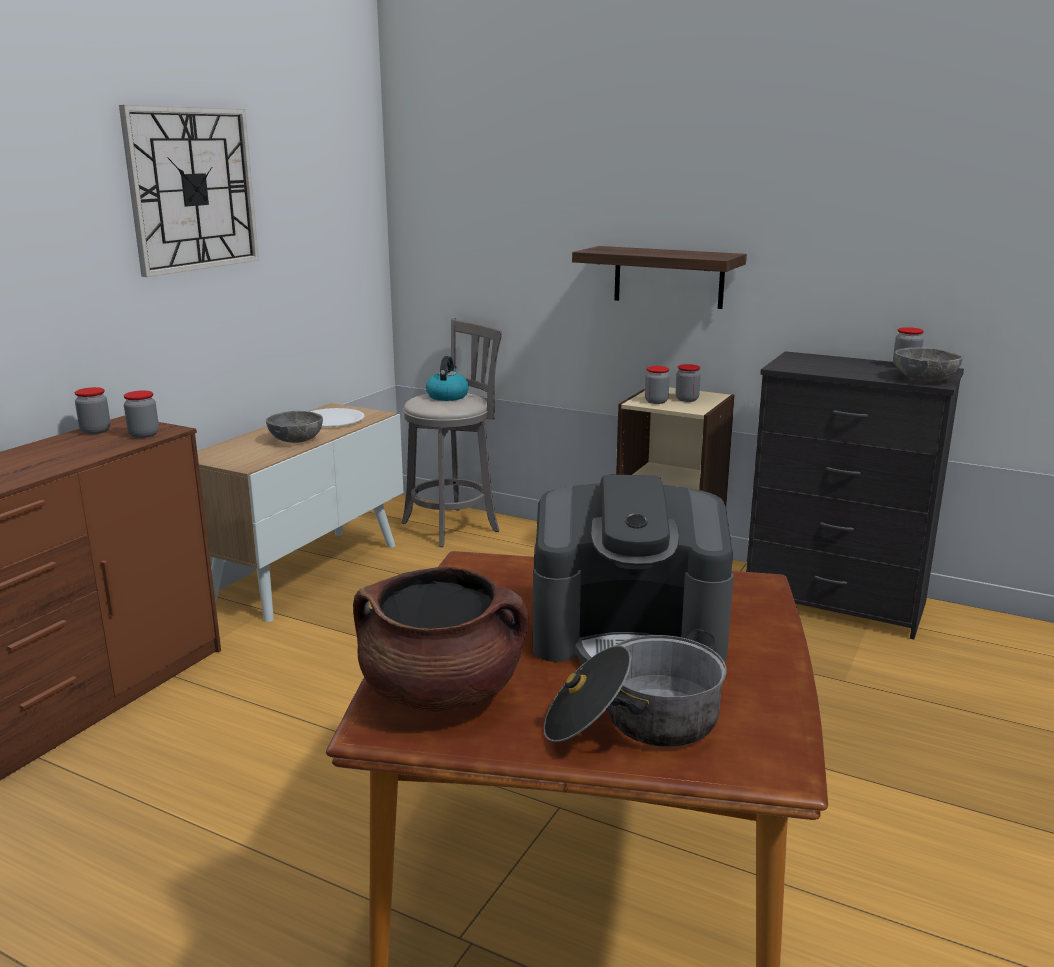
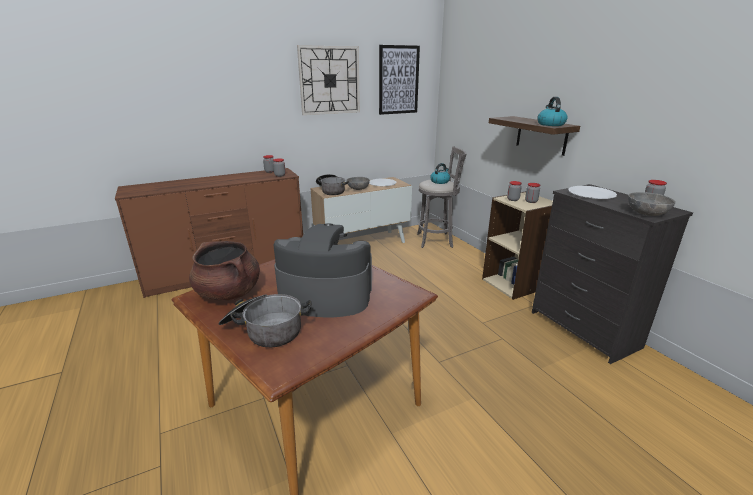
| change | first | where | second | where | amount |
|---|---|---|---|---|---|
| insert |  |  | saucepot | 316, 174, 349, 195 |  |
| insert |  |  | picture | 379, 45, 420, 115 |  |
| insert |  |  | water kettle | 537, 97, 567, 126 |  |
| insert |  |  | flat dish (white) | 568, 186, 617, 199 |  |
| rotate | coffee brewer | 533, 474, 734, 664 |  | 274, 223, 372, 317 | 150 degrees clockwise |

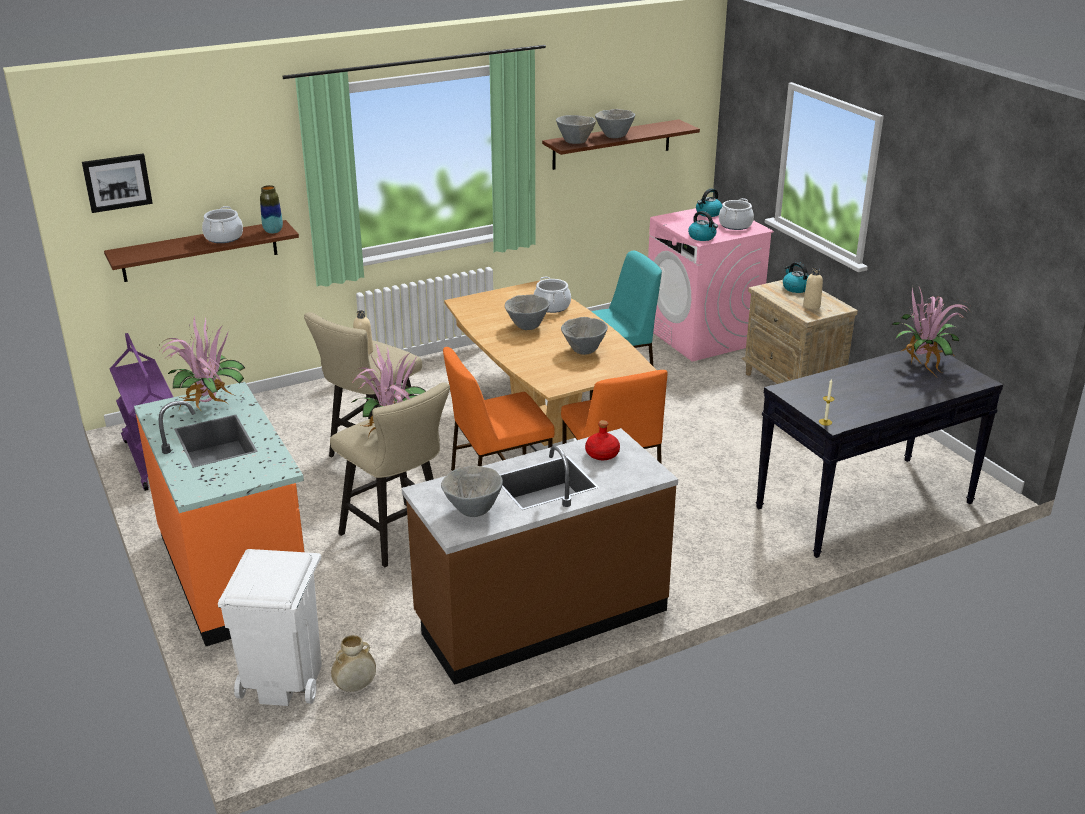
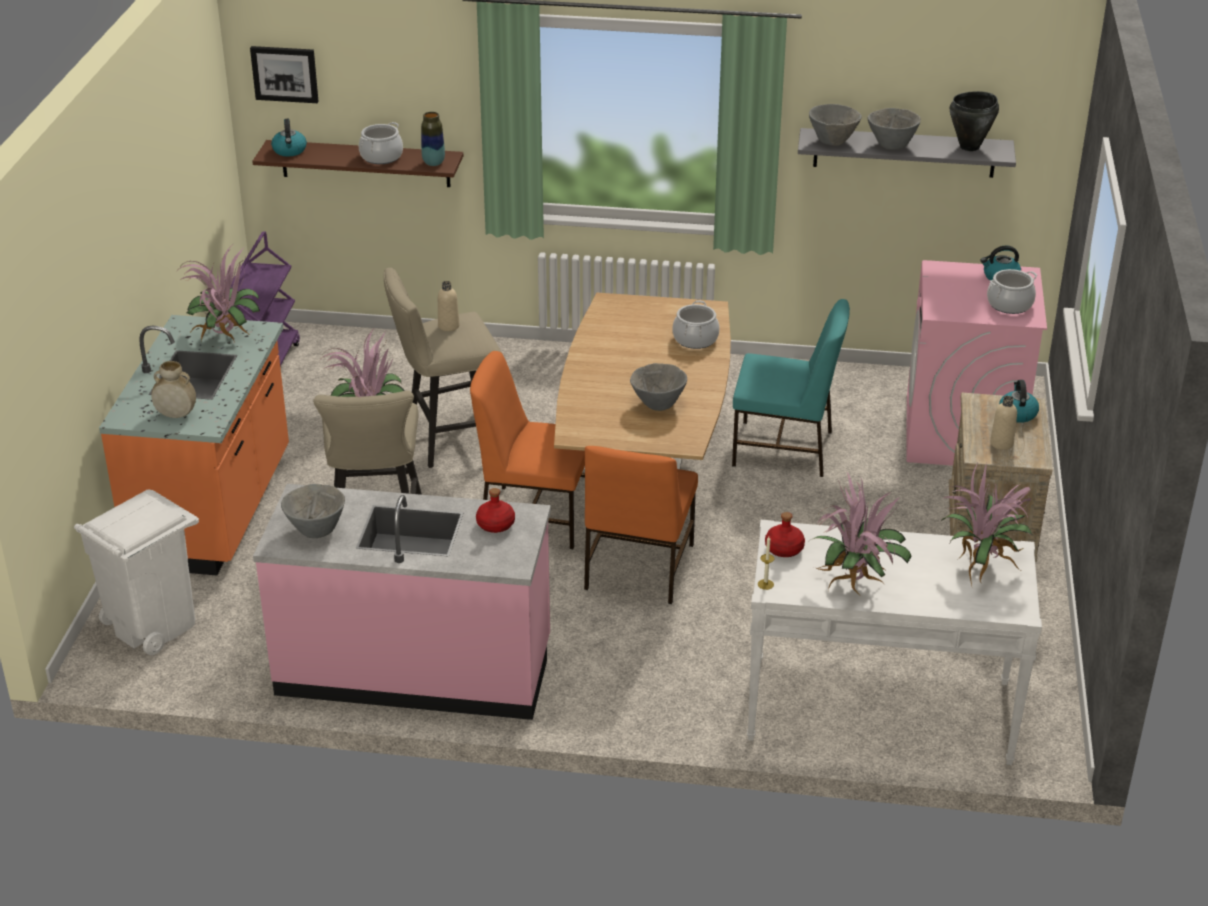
| change | first | where | second | where | amount |
|---|---|---|---|---|---|
| delete | serving bowl (greyish) | 505, 294, 550, 330 |  |  |  |
| insert |  |  | drink bottle (red-coloured) | 765, 512, 805, 557 |  |
| insert |  |  | potted plant | 809, 471, 912, 594 |  |
| insert |  |  | saucepot (black) | 950, 91, 999, 151 |  |
| move | vase (sand-coloured) | 331, 635, 376, 692 |  | 151, 361, 196, 418 |  |
| move | water kettle | 688, 211, 718, 241 |  | 271, 119, 307, 156 |  |
| recolor | kitchen base unit (brownish) | 402, 428, 678, 685 | kitchen base unit (pink-coloured) | 253, 484, 551, 720 |  |
| recolor | wall shelf (brownish) | 542, 119, 700, 170 | wall shelf (greyish) | 798, 128, 1016, 178 |  |
| recolor | hall table (black) | 756, 348, 1003, 558 | hall table (white) | 747, 520, 1042, 765 |  |

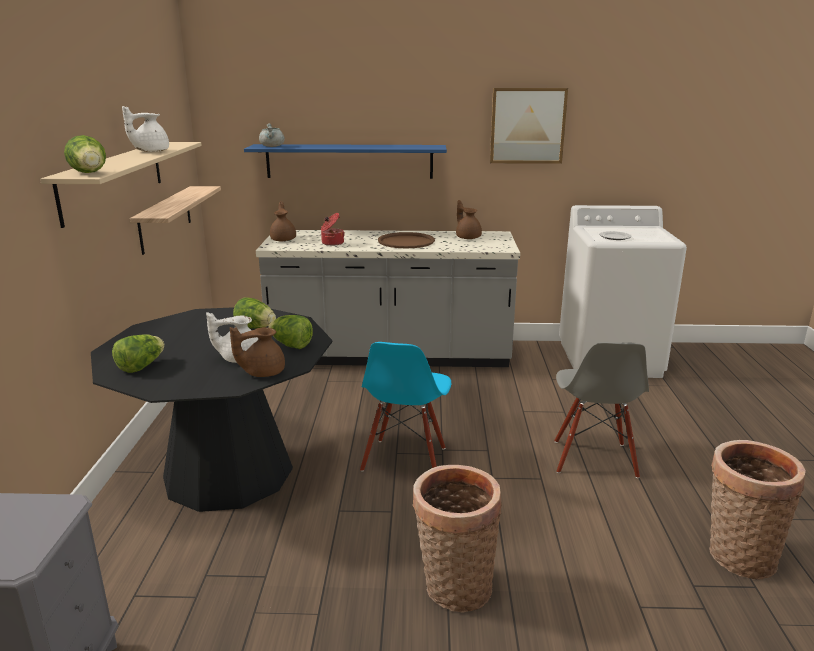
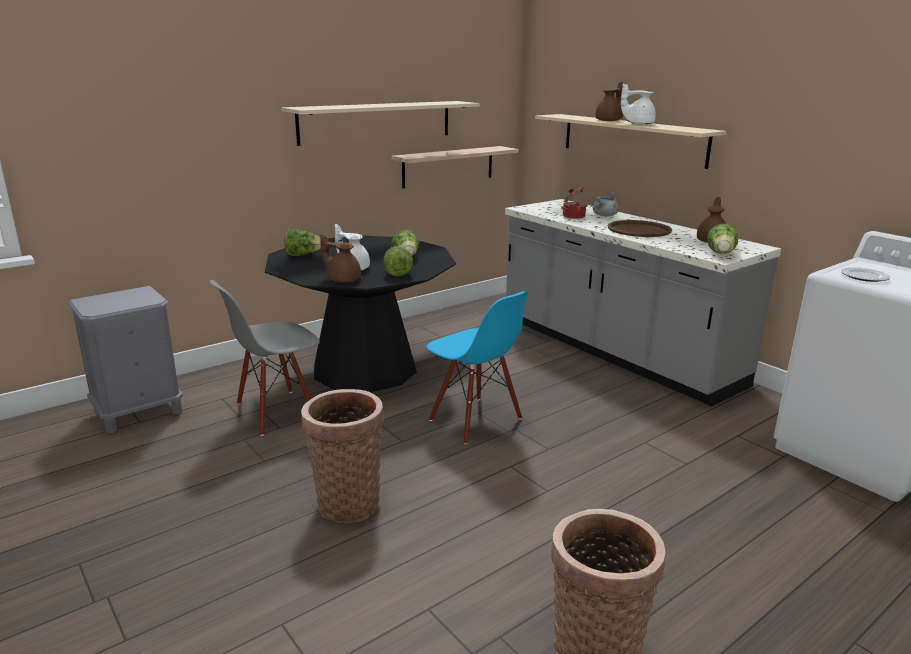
| change | first | where | second | where | amount |
|---|---|---|---|---|---|
| delete | picture | 490, 88, 568, 164 |  |  |  |
| move | lettuce head | 64, 135, 106, 173 |  | 707, 224, 739, 254 |  |
| move | pot for tea (white) | 122, 106, 169, 152 |  | 621, 83, 656, 125 |  |
| move | saucepot (greyish) | 259, 123, 285, 147 |  | 593, 192, 619, 217 |  |
| move | pot for tea (brownish) | 270, 201, 296, 241 |  | 595, 82, 623, 121 |  |
| move | plain chair (greyish) | 554, 342, 649, 478 |  | 209, 280, 320, 436 |  |
| recolor | wall shelf (blue-coloured) | 244, 144, 447, 179 | wall shelf (sand-coloured) | 535, 114, 727, 169 |  |
| rotate | plain chair (blue-coloured) | 360, 342, 451, 472 |  | 426, 291, 528, 444 | 105 degrees counterclockwise |

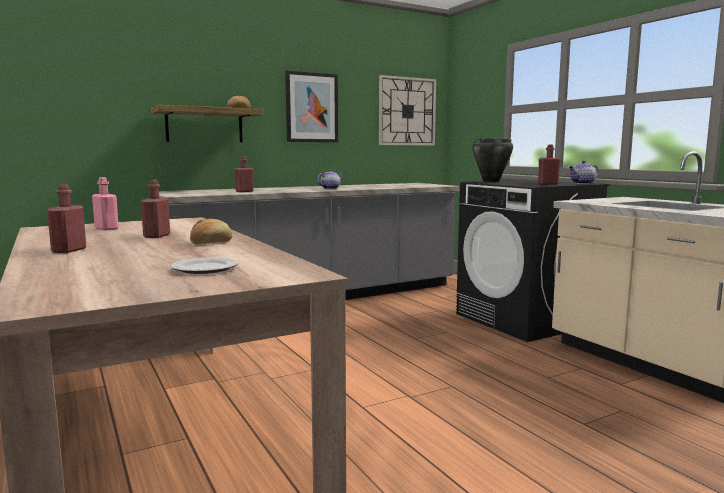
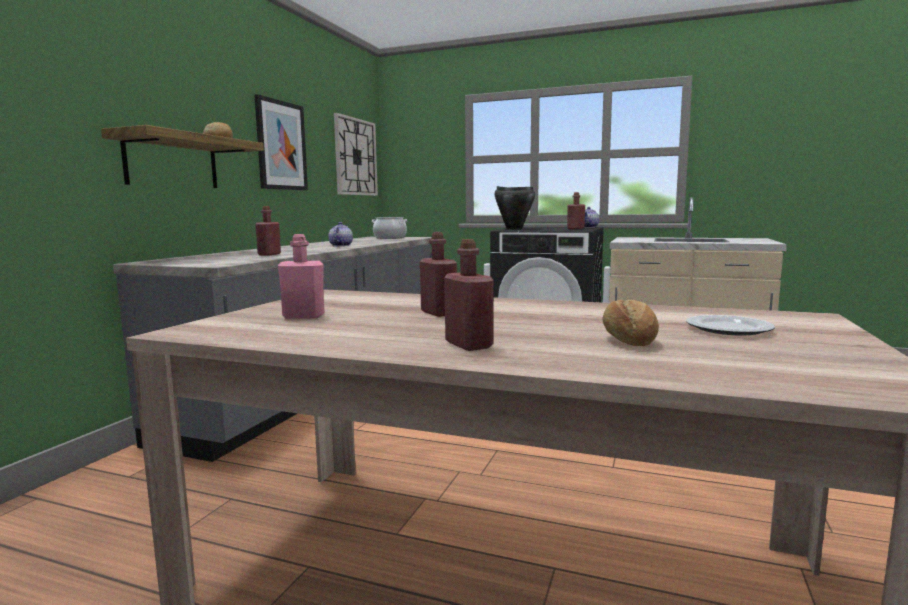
| change | first | where | second | where | amount |
|---|---|---|---|---|---|
| insert |  |  | saucepot | 372, 217, 408, 239 |  |
| move | baked bread | 190, 219, 232, 244 |  | 602, 300, 659, 346 |  |

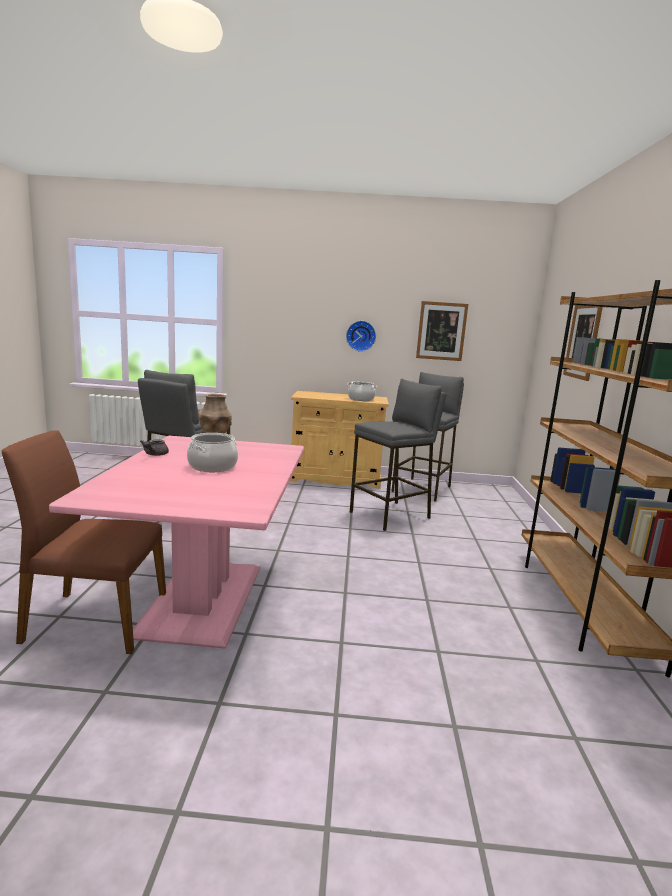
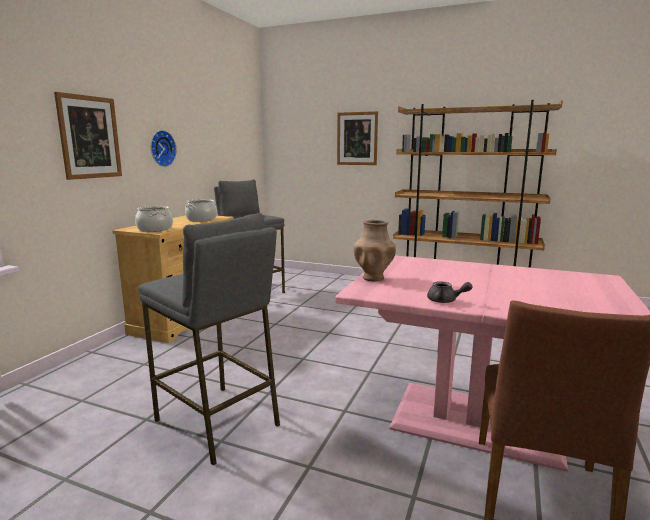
| change | first | where | second | where | amount |
|---|---|---|---|---|---|
| delete | stool (greyish) | 350, 379, 446, 531 |  |  |  |
| move | saucepot | 187, 433, 238, 472 |  | 135, 206, 173, 232 |  |
| move | picture | 416, 301, 468, 361 |  | 54, 92, 122, 180 |  |

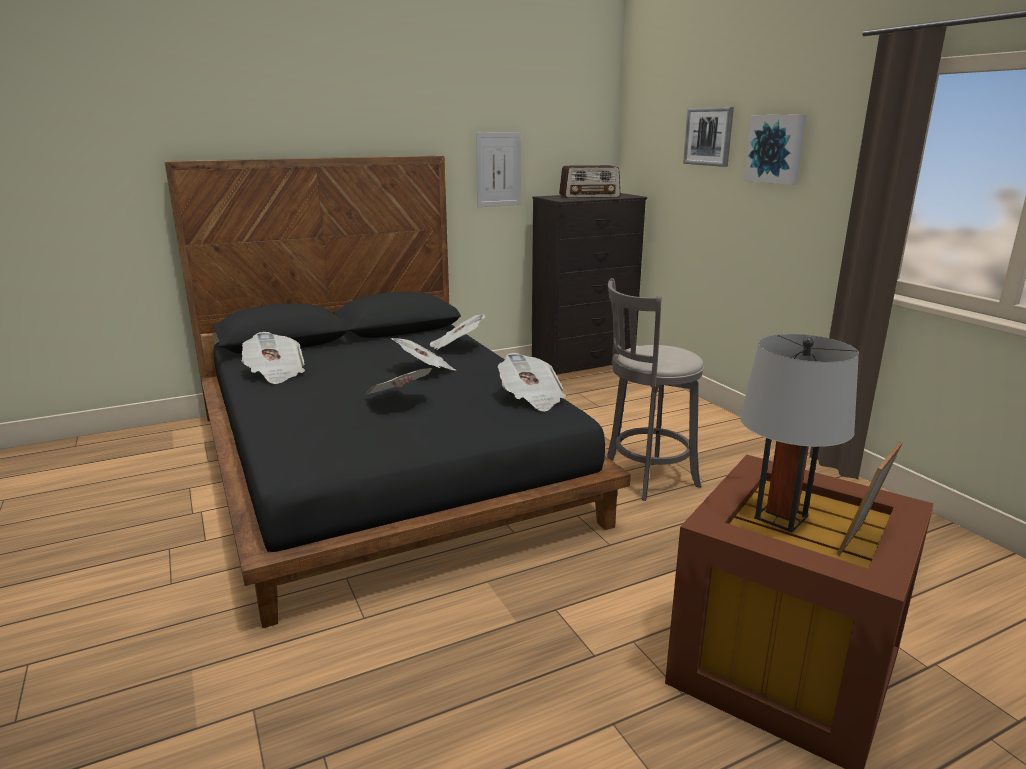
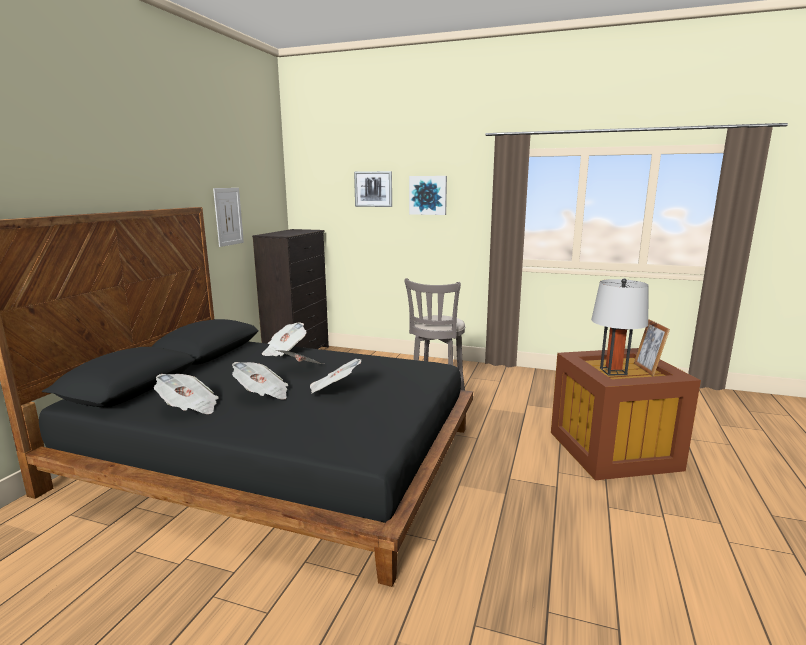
| change | first | where | second | where | amount |
|---|---|---|---|---|---|
| delete | radio | 559, 165, 620, 198 |  |  |  |
| move | newspaper | 498, 353, 566, 412 |  | 232, 362, 288, 400 |  |

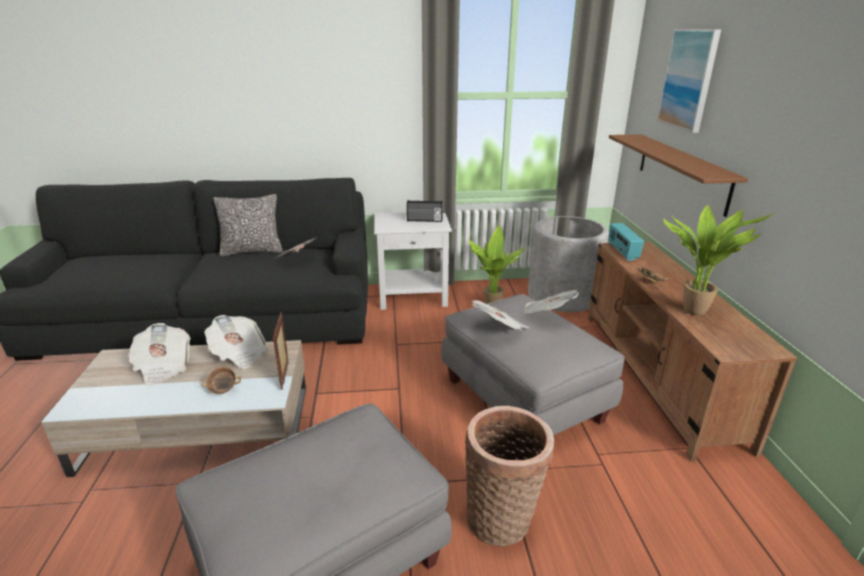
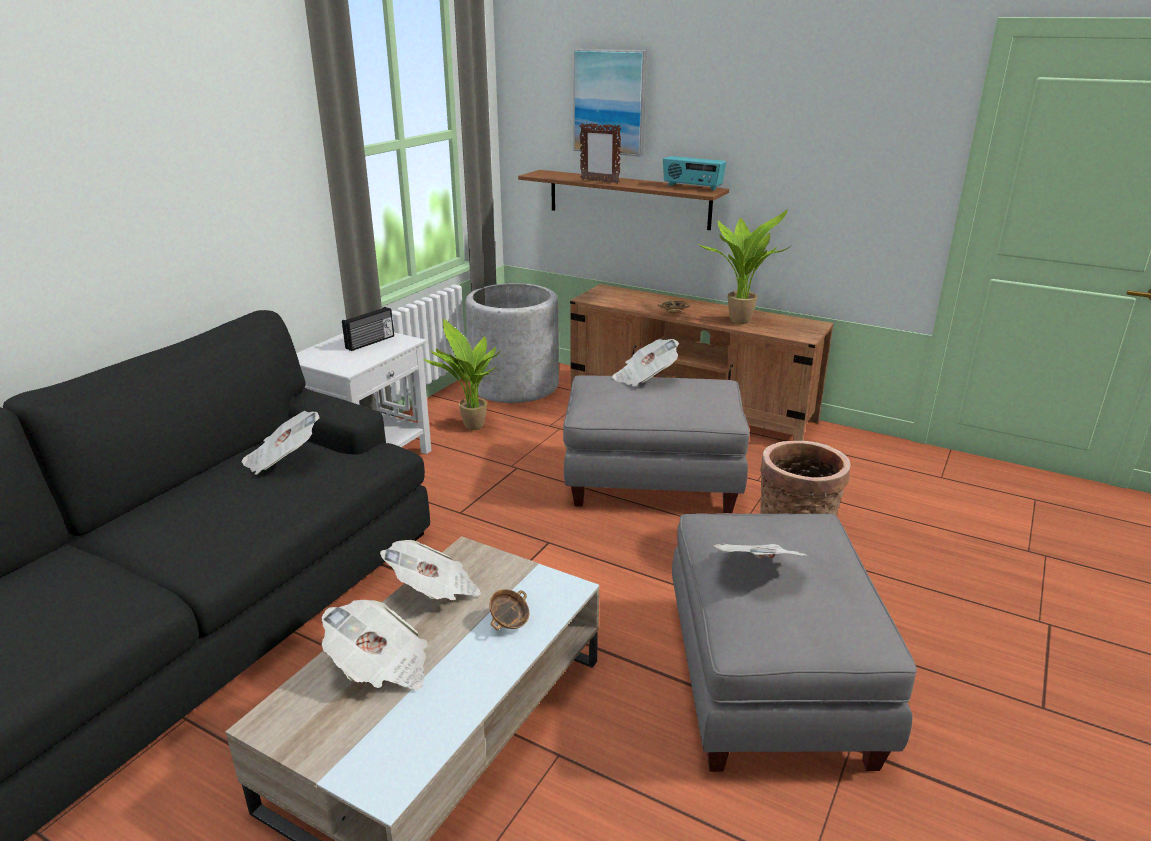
| change | first | where | second | where | amount |
|---|---|---|---|---|---|
| delete | pillow | 213, 194, 283, 257 |  |  |  |
| move | standing frame | 273, 312, 289, 390 |  | 580, 123, 621, 184 |  |
| move | newspaper | 471, 300, 530, 330 |  | 714, 544, 806, 559 |  |
| move | radio | 608, 223, 644, 261 |  | 663, 156, 726, 191 |  |

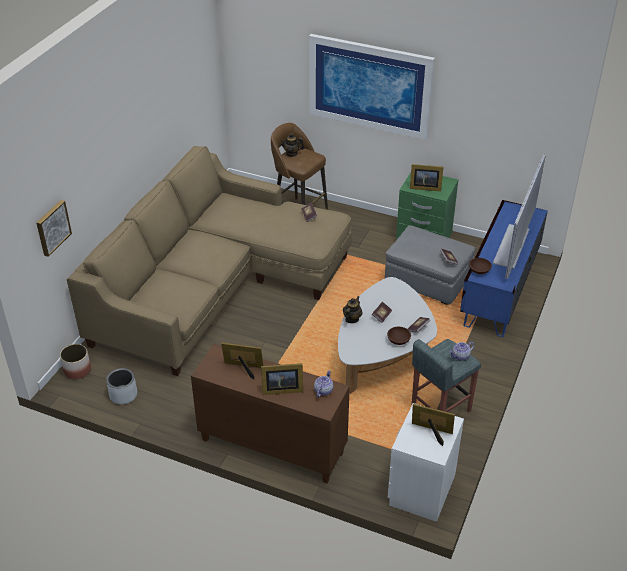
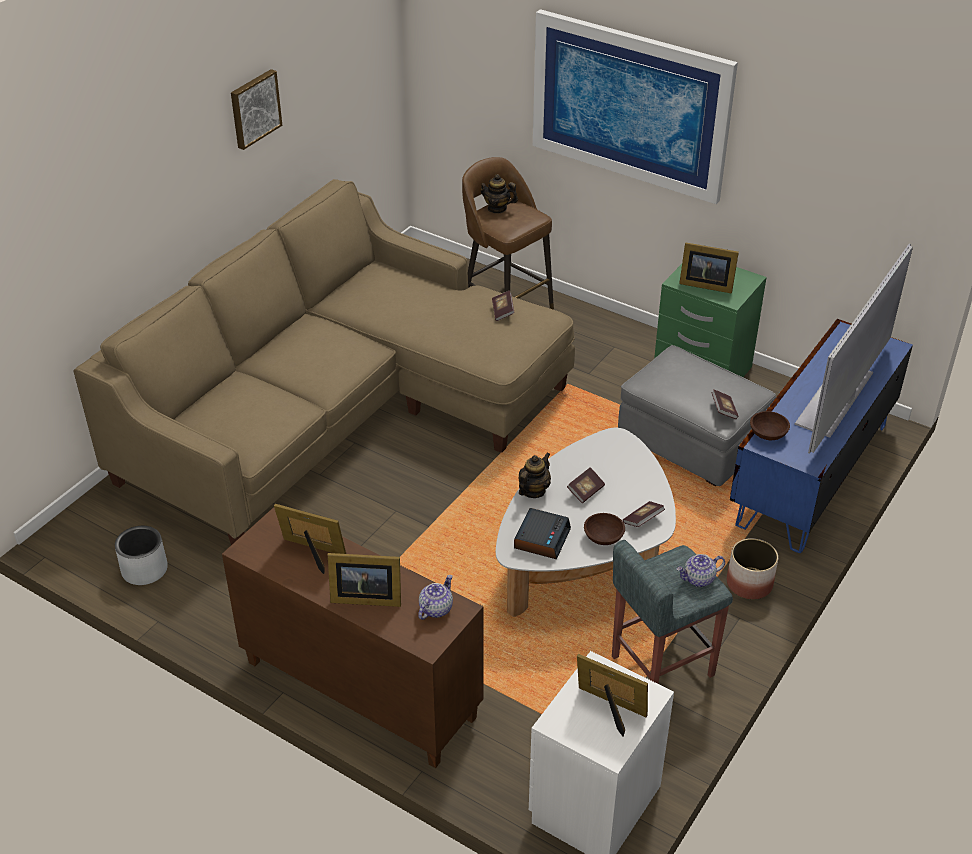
| change | first | where | second | where | amount |
|---|---|---|---|---|---|
| insert |  |  | alarm clock | 514, 508, 571, 559 |  |
| move | picture | 36, 200, 72, 257 |  | 231, 69, 282, 150 |  |
| move | flower pot | 60, 344, 91, 379 |  | 727, 538, 778, 599 |  |

